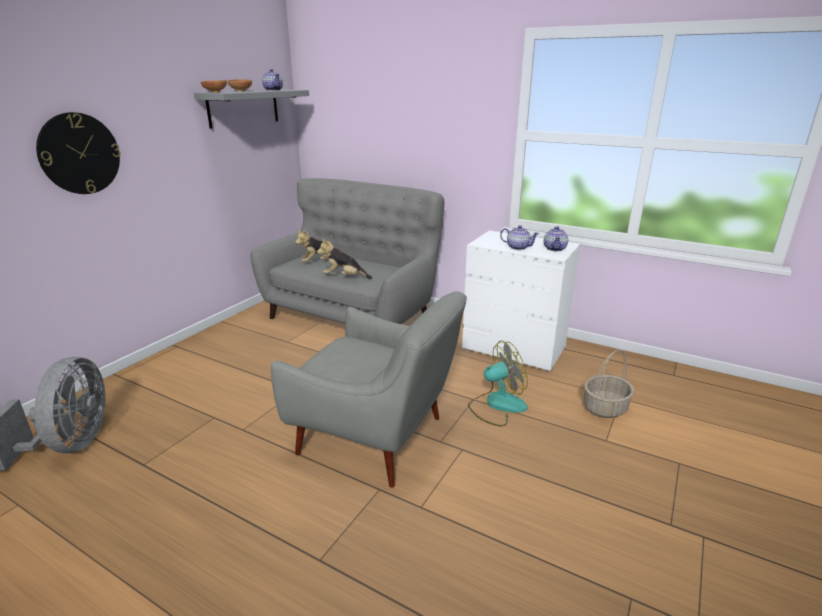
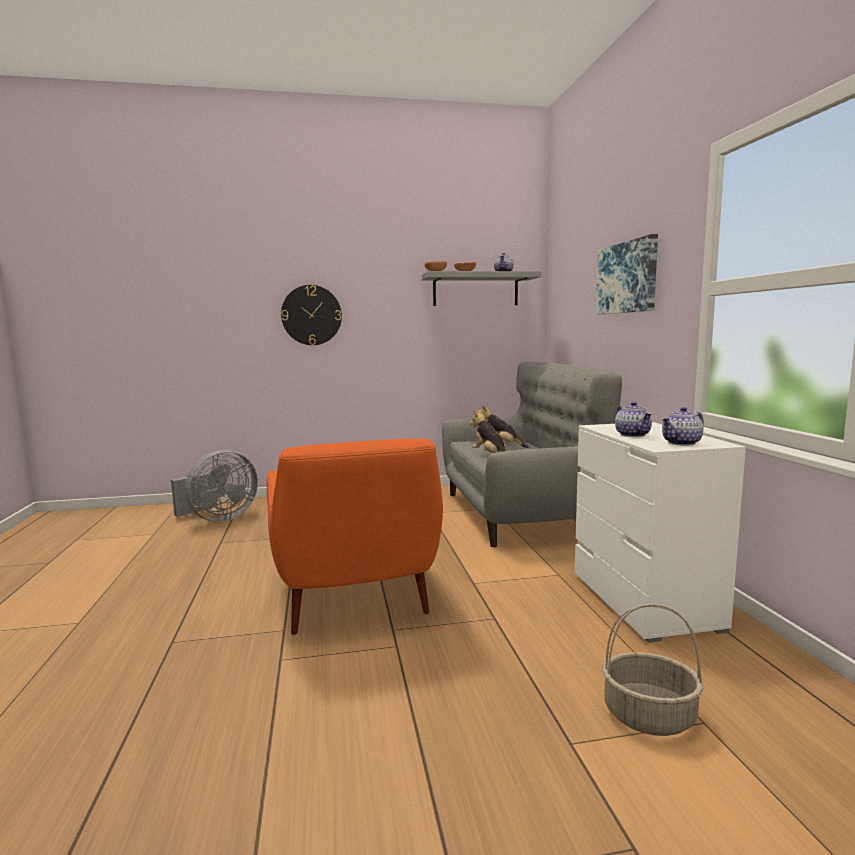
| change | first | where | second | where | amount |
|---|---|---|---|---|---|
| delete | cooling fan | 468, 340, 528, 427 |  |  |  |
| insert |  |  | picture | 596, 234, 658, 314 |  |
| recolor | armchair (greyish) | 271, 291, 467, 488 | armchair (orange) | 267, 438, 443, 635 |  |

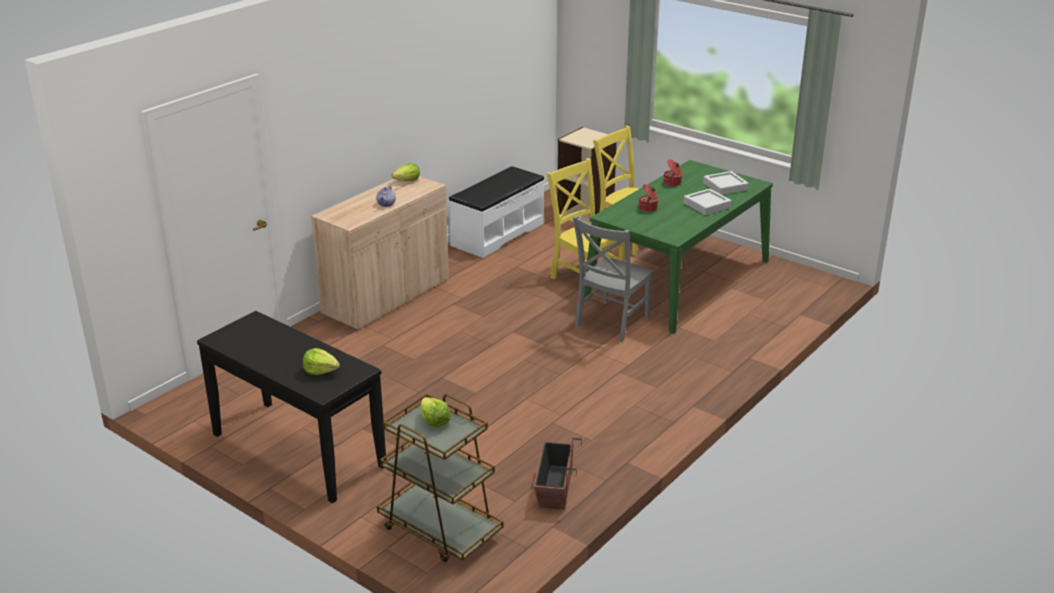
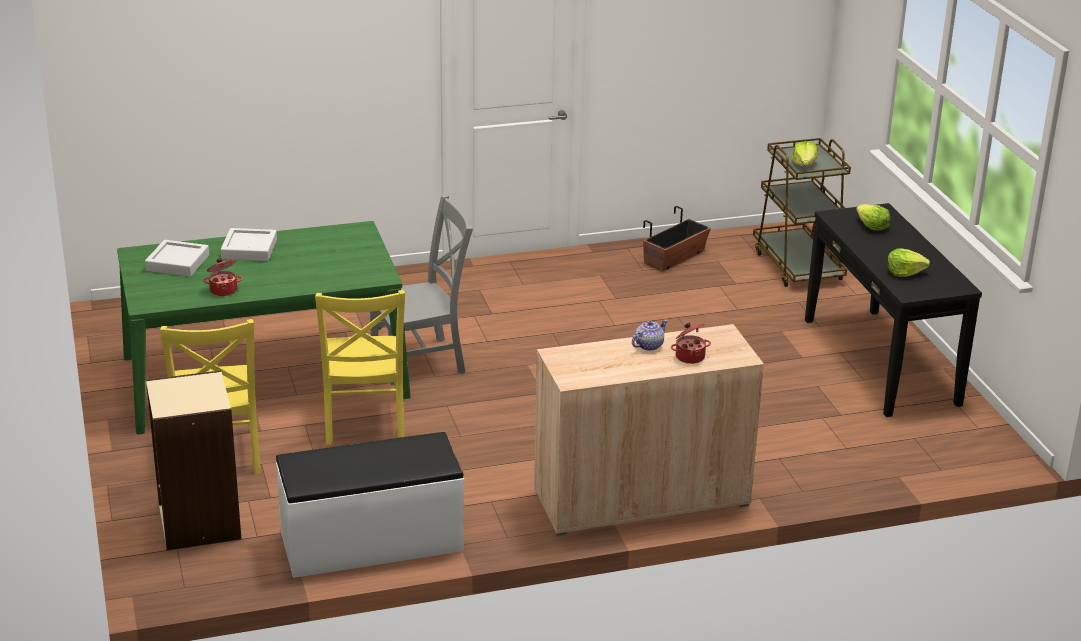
| change | first | where | second | where | amount |
|---|---|---|---|---|---|
| move | lettuce head | 392, 163, 420, 181 |  | 887, 248, 930, 277 |  |
| move | saucepot | 639, 184, 658, 212 |  | 671, 323, 711, 364 |  |

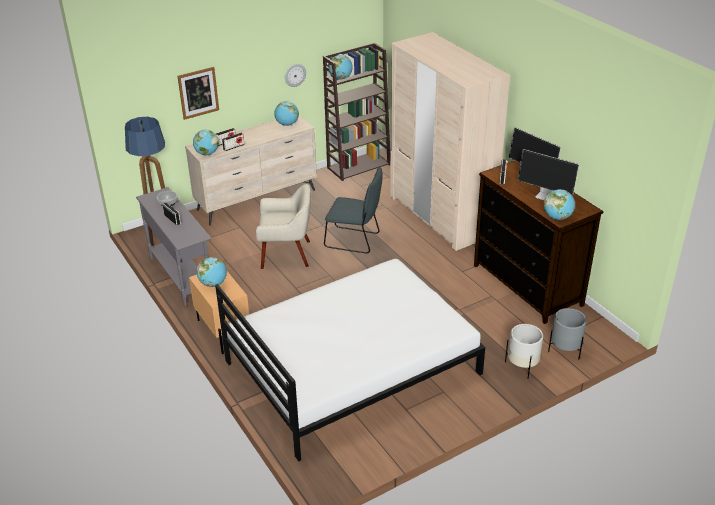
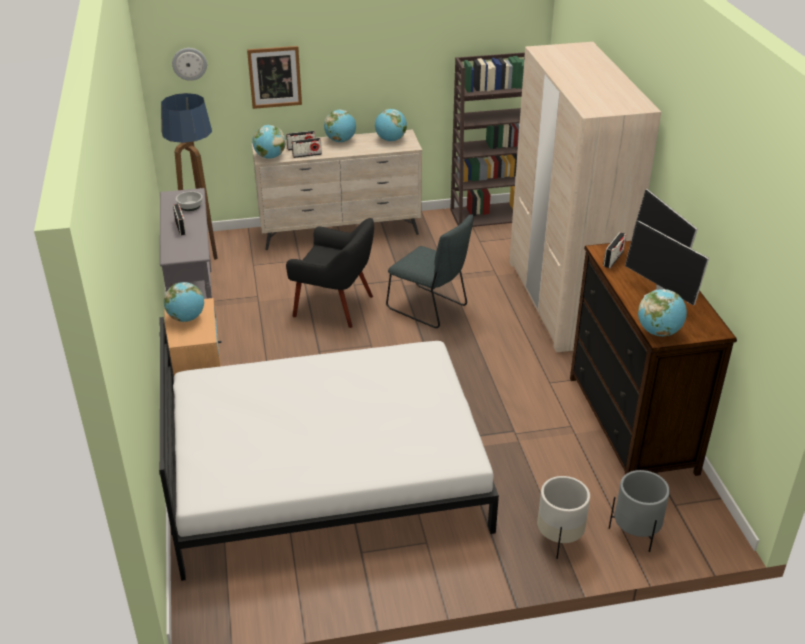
| change | first | where | second | where | amount |
|---|---|---|---|---|---|
| move | wall clock | 285, 64, 306, 87 |  | 172, 48, 207, 81 |  |
| move | desk globe | 329, 55, 353, 79 |  | 324, 109, 356, 142 |  |
| recolor | armchair (sand-coloured) | 256, 184, 311, 269 | armchair (black) | 286, 218, 374, 328 |  |

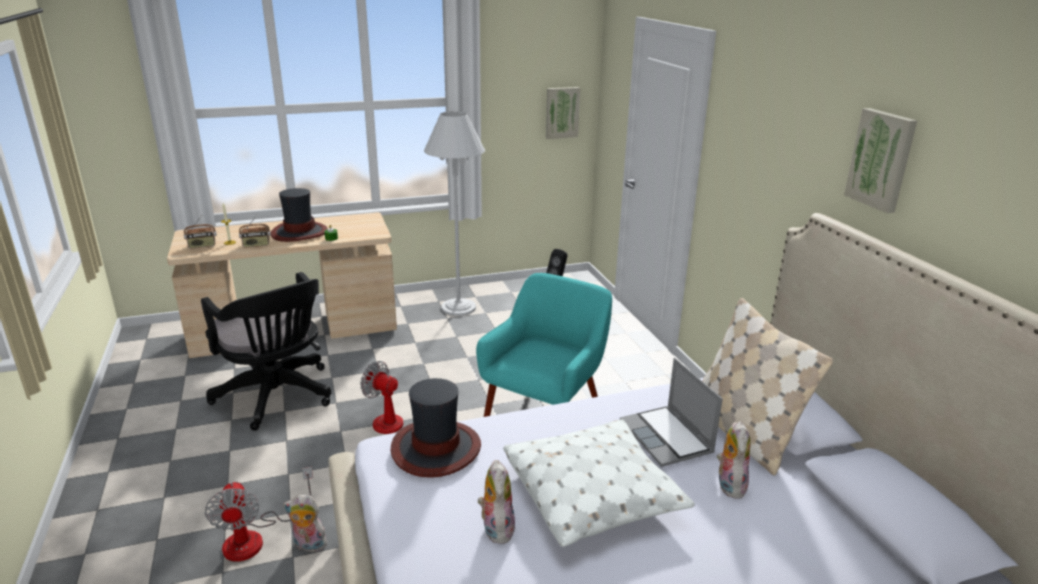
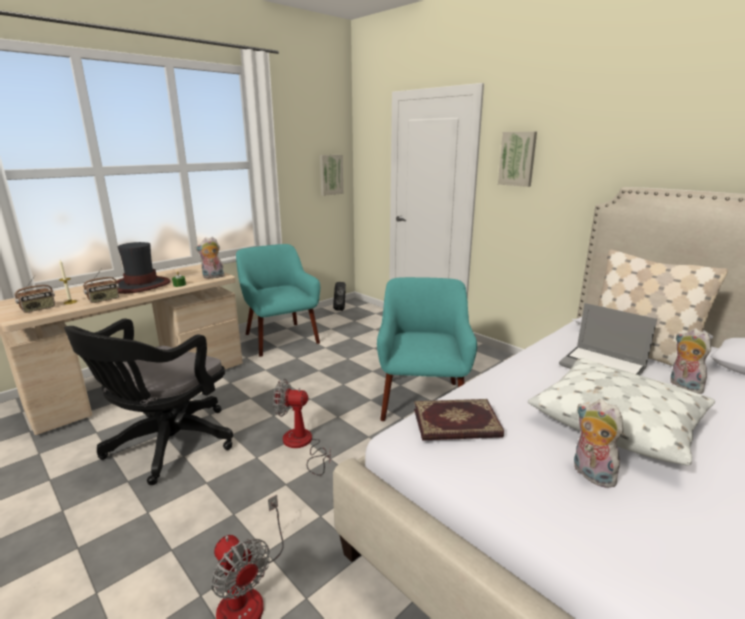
| change | first | where | second | where | amount |
|---|---|---|---|---|---|
| move | cuddly toy | 283, 495, 329, 552 |  | 195, 237, 225, 279 |  |
| move | picture | 844, 108, 917, 213 |  | 498, 132, 537, 187 |  |
| replace | wearable hat | 391, 378, 481, 478 | bound book | 414, 399, 504, 441 |  |
| replace | standing lamp (white) | 424, 111, 485, 316 | armchair (turquoise-coloured) | 236, 244, 320, 357 |  |
| rotate | desk chair (black) | 201, 272, 331, 431 |  | 64, 318, 233, 485 | 90 degrees clockwise |

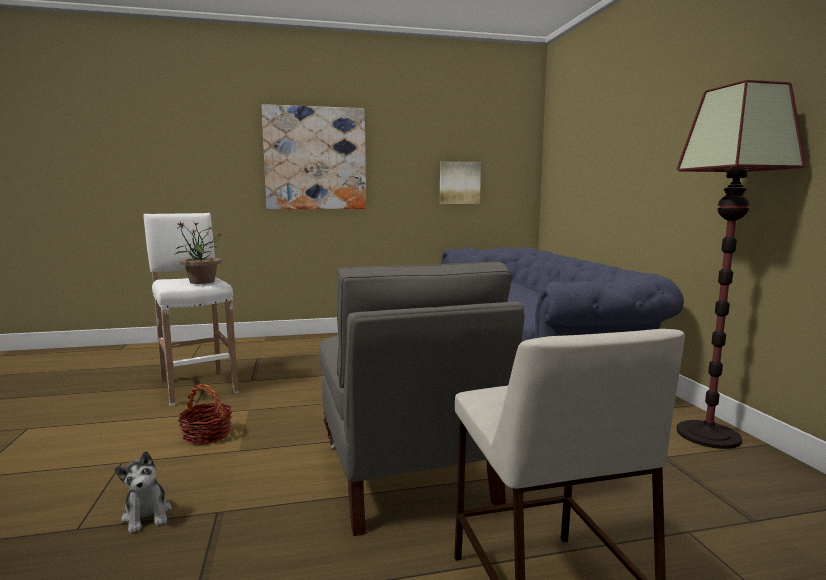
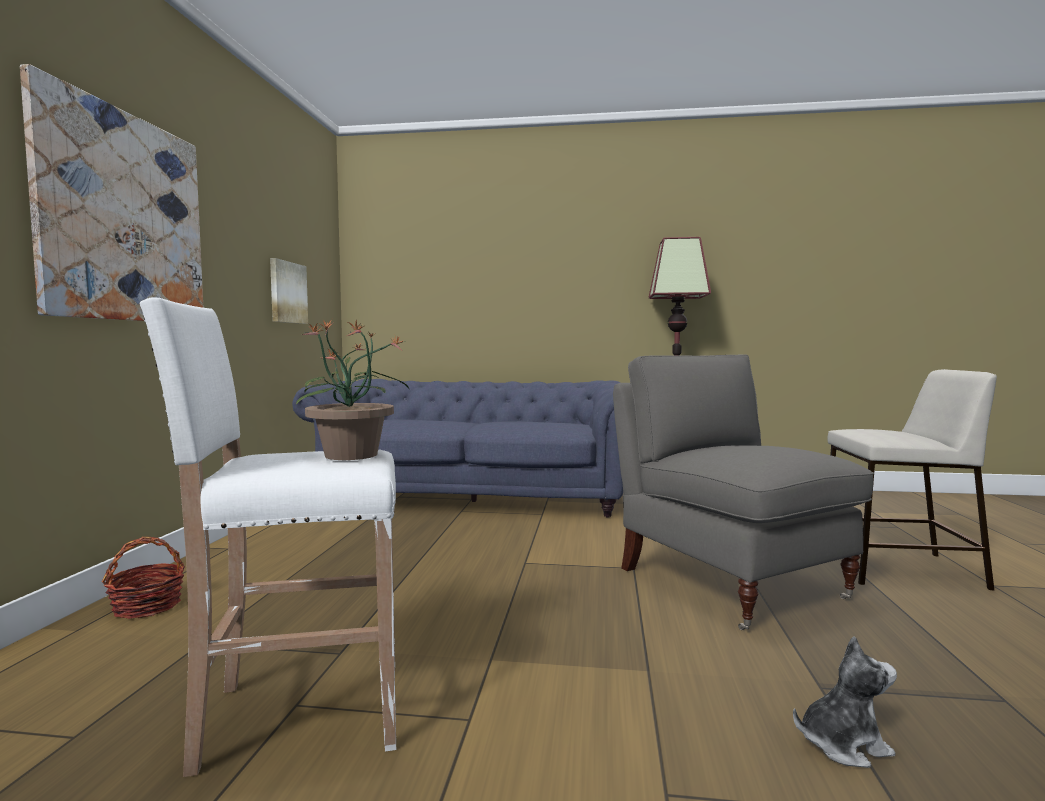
| change | first | where | second | where | amount |
|---|---|---|---|---|---|
| move | storage basket | 178, 384, 232, 445 |  | 102, 537, 185, 619 |  |
| rotate | armchair (greyish) | 319, 262, 525, 536 |  | 613, 354, 874, 630 | 120 degrees counterclockwise |

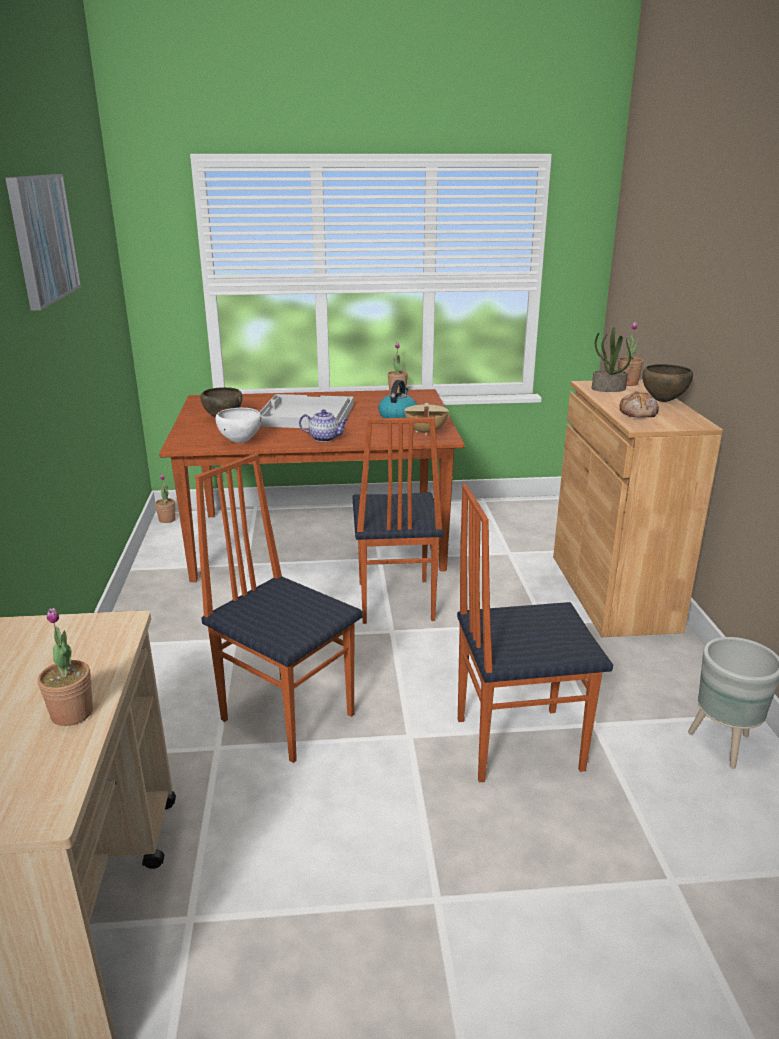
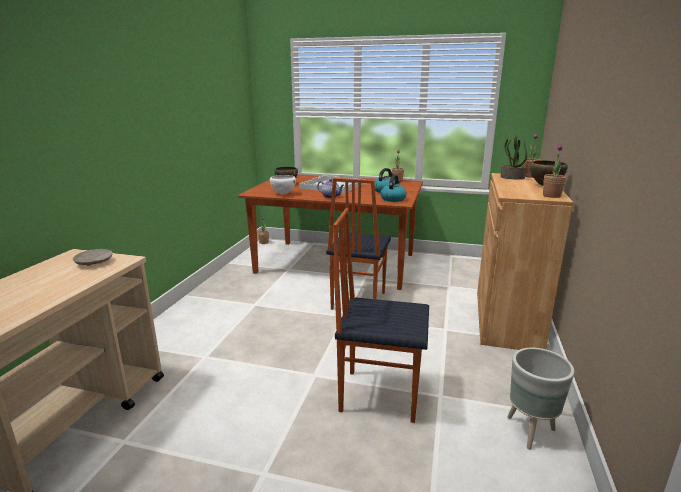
| change | first | where | second | where | amount |
|---|---|---|---|---|---|
| delete | picture | 5, 174, 81, 310 |  |  |  |
| delete | plain chair | 195, 453, 363, 763 |  |  |  |
| delete | baked bread | 619, 391, 659, 418 |  |  |  |
| insert |  |  | flat dish (sand-coloured) | 73, 249, 113, 266 |  |
| move | potted plant | 38, 608, 93, 726 |  | 543, 145, 566, 198 |  |
| replace | saucepot (sand-coloured) | 404, 403, 449, 436 | water kettle | 380, 175, 407, 202 |  |

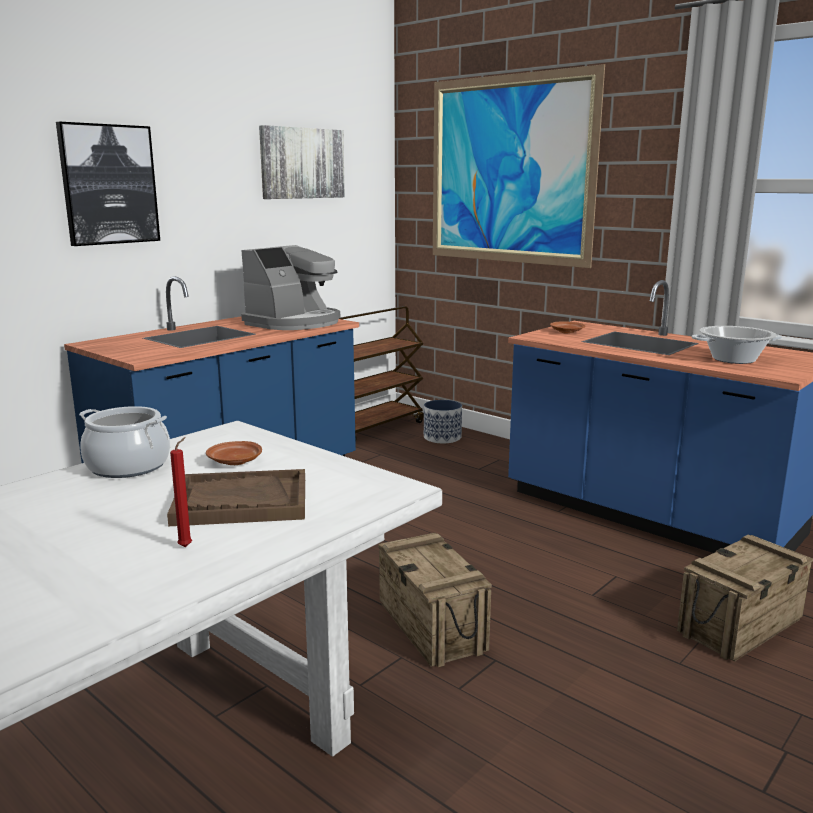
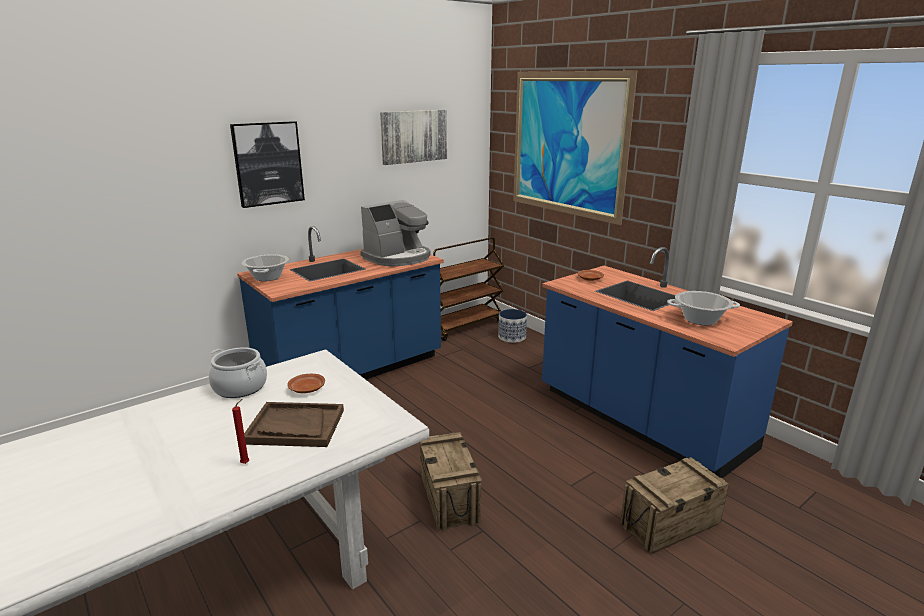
| change | first | where | second | where | amount |
|---|---|---|---|---|---|
| insert |  |  | saucepot | 242, 254, 289, 281 |  |

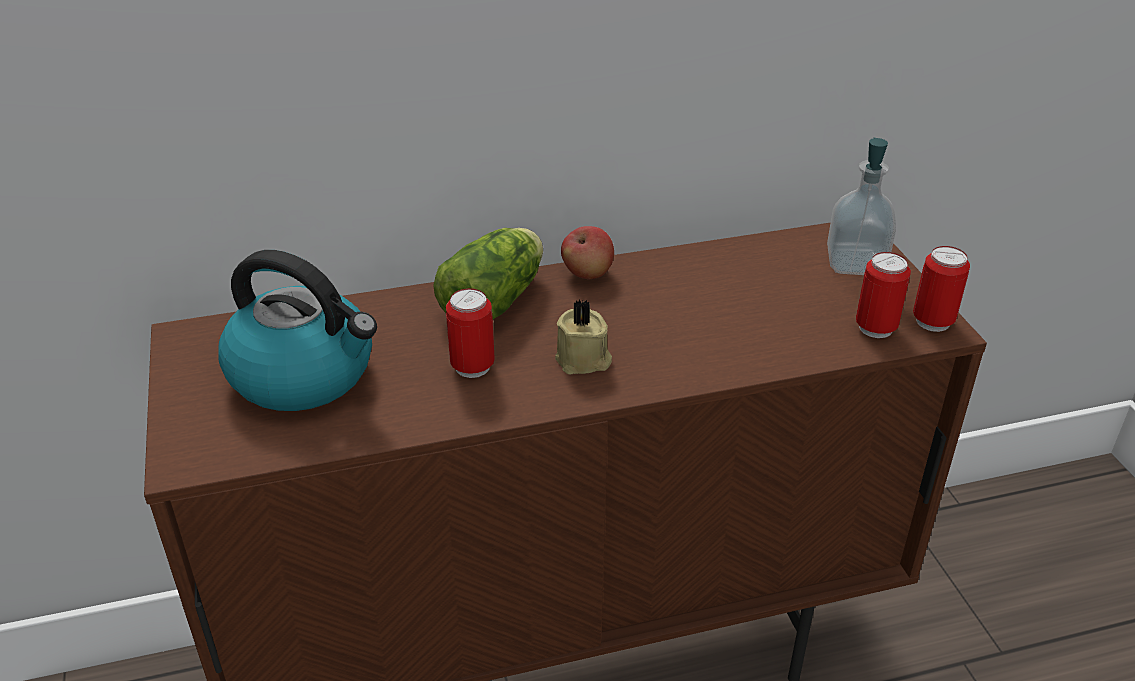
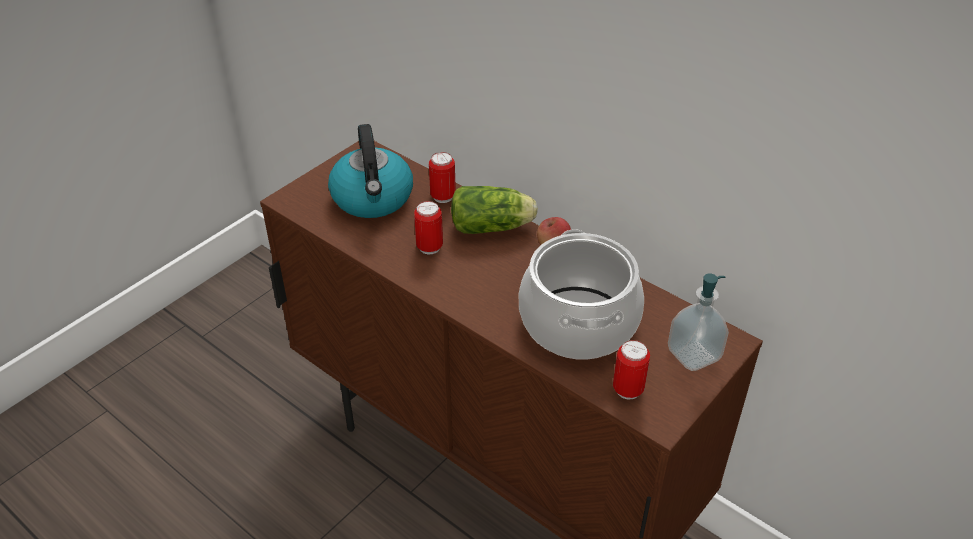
| change | first | where | second | where | amount |
|---|---|---|---|---|---|
| delete | candle (sand-coloured) | 555, 300, 612, 374 |  |  |  |
| insert |  |  | saucepot | 519, 229, 644, 359 |  |
| move | sealed can | 913, 246, 970, 332 |  | 429, 152, 456, 203 |  |

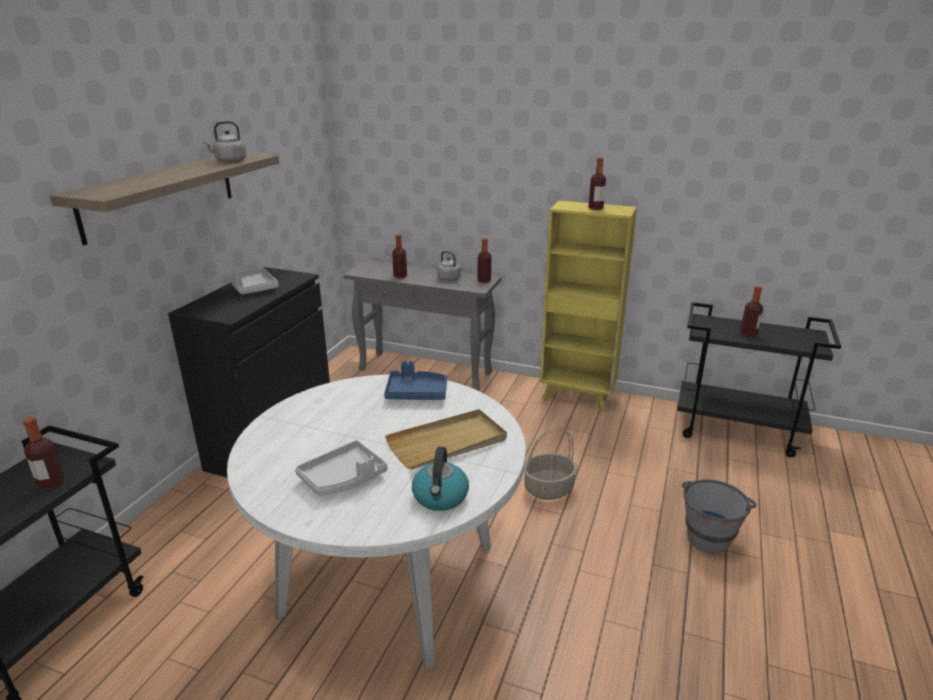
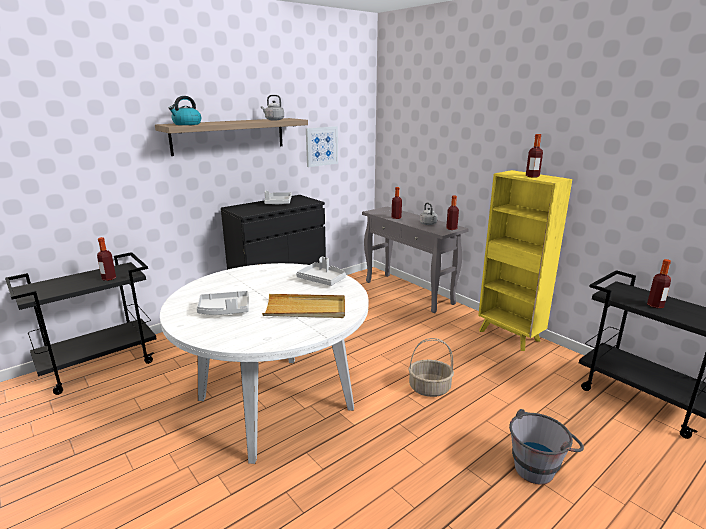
| change | first | where | second | where | amount |
|---|---|---|---|---|---|
| insert |  |  | picture | 306, 126, 338, 167 |  |
| move | water kettle | 412, 447, 469, 511 |  | 169, 96, 201, 125 |  |
| recolor | tray (blue-coloured) | 384, 361, 447, 400 | tray (greyish) | 296, 257, 346, 286 |  |

